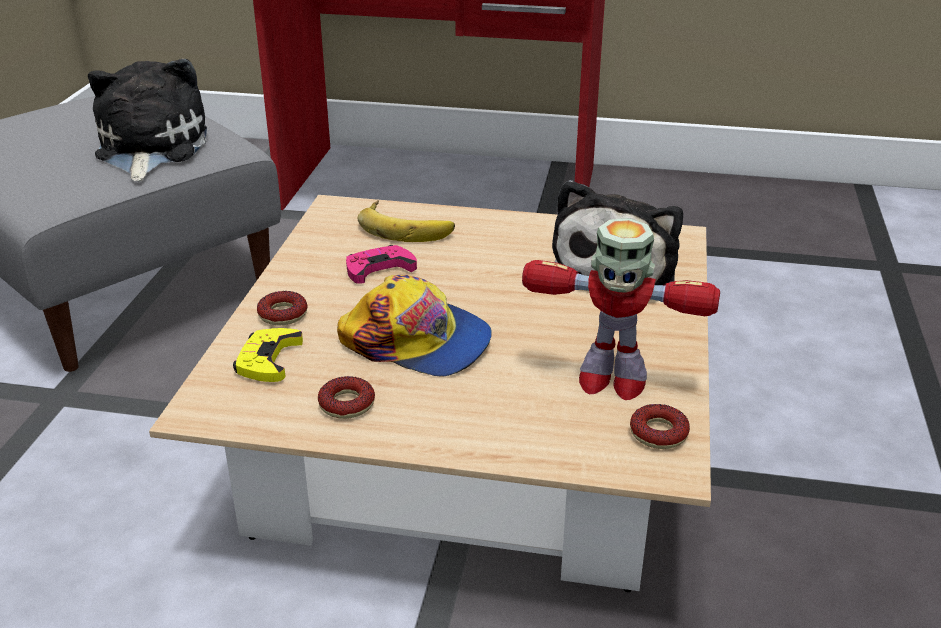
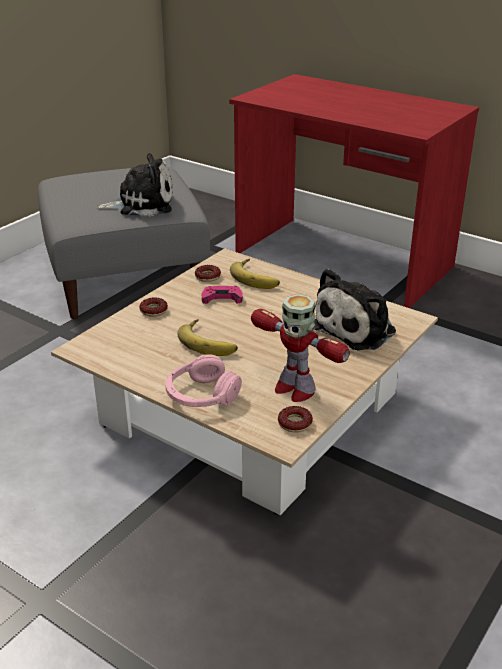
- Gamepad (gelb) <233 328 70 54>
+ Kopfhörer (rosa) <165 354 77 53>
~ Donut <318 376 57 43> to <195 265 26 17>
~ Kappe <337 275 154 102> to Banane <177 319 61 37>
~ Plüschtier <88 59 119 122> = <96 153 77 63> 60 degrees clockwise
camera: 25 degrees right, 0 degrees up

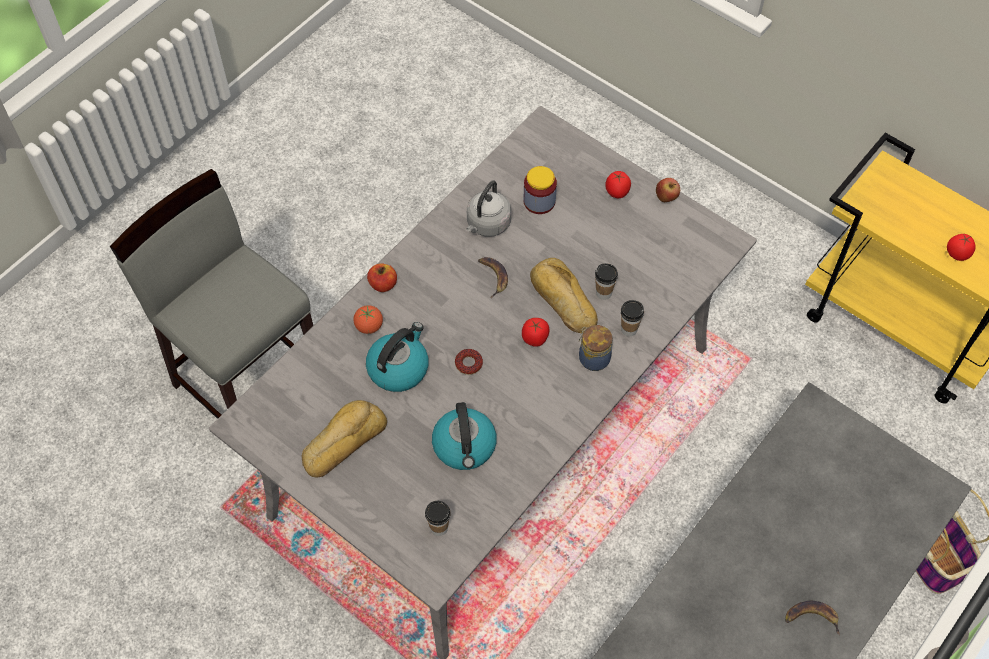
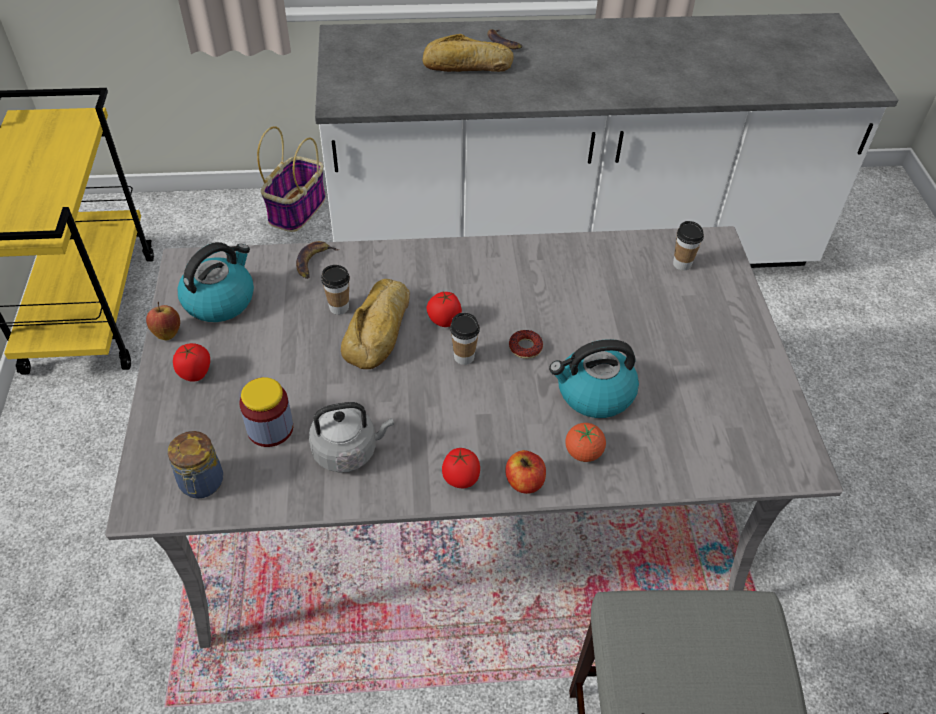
~ Brot <302 400 85 78> to <422 34 92 38>
~ Wasserkessel <432 402 65 68> to <177 242 77 80>
~ Banane <478 257 30 41> to <296 241 44 38>
~ Vorratsglas <579 325 34 46> to <168 431 55 68>
~ Tasse <621 300 23 36> to <450 313 30 52>
~ Tomate <947 234 29 27> to <442 448 38 40>
camera: 135 degrees left, 10 degrees down

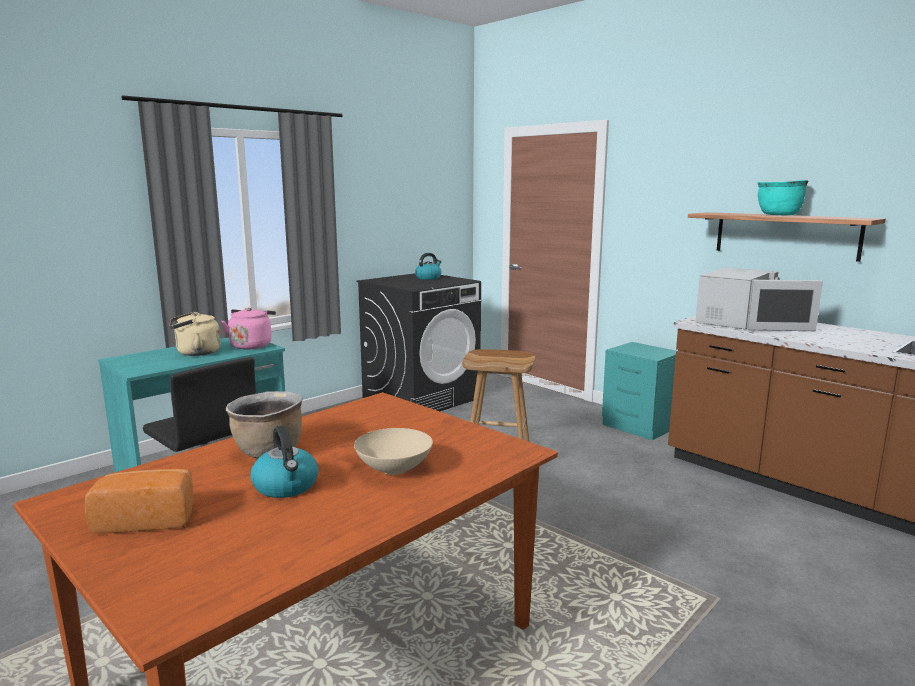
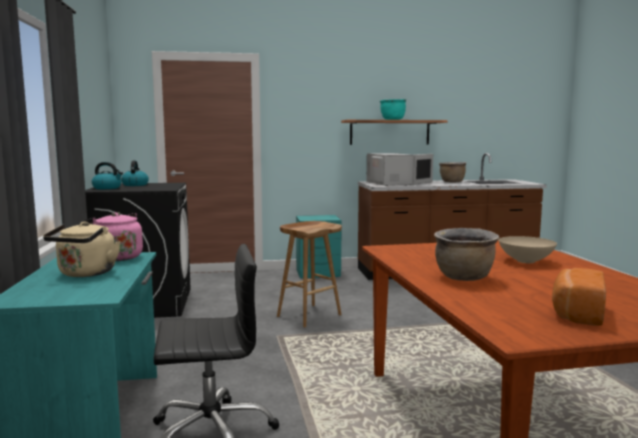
+ Kochtopf (braun) <439 162 27 20>
~ Wasserkessel <251 425 67 73> to <92 162 31 27>
camera: 55 degrees left, 5 degrees down

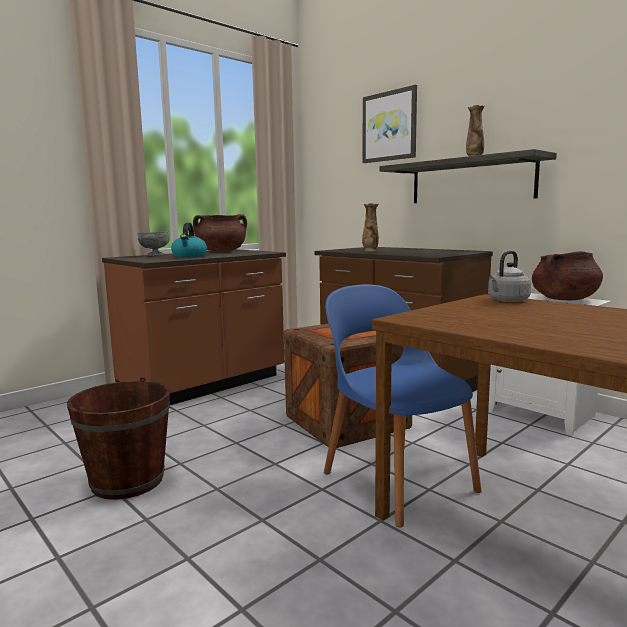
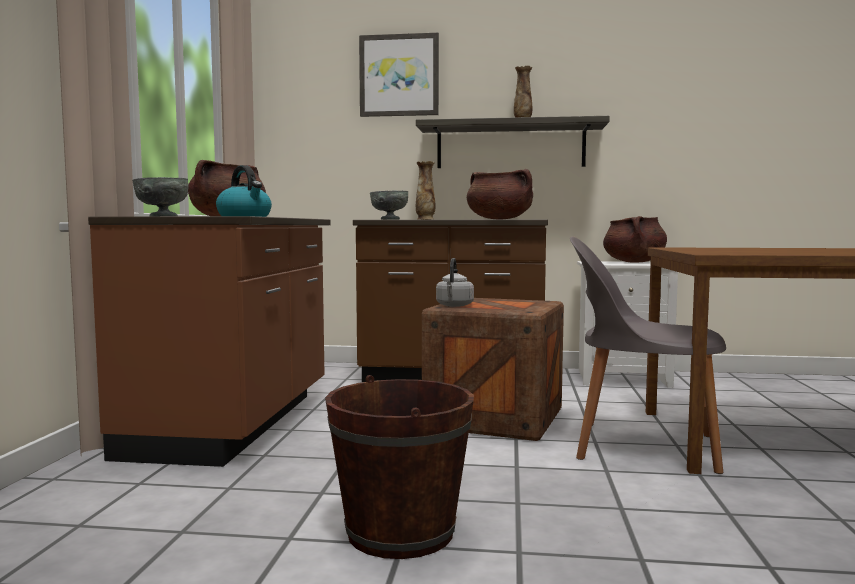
+ Schüssel (grau) <370 191 38 29>
+ Kochtopf (braun) <467 169 66 51>
~ Wasserkessel (grau) <488 251 43 51> to <436 258 38 49>
~ Stuhl (blau) <324 284 158 243> to Stuhl (grau) <570 236 156 238>
camera: 40 degrees left, 5 degrees down

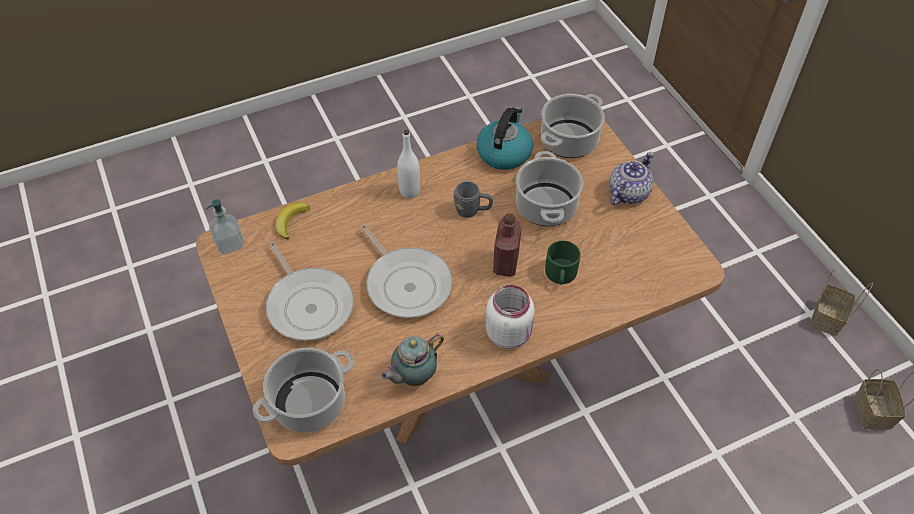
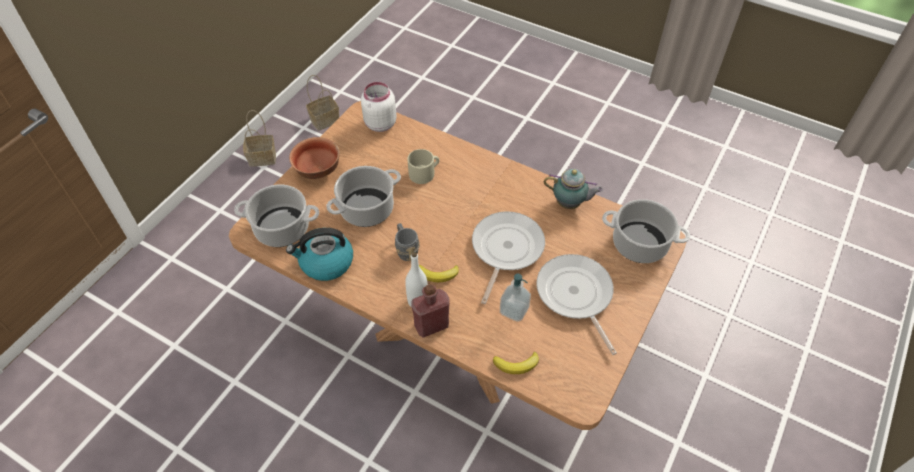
+ Banane <419 265 40 17>
~ Seifenspender <206 199 38 56> to <500 274 31 47>
~ Vorratsglas (weiß) <486 285 49 64> to <361 82 36 50>
~ Flasche (rot) <493 213 29 64> to <411 284 39 54>
~ Teekanne <609 152 45 53> to Schüssel <289 137 51 42>
~ Henkelbecher (grün) <545 241 36 44> to Henkelbecher (beige) <407 149 32 35>
~ Pfanne <266 242 88 99> = <536 254 81 101> 45 degrees counterclockwise
camera: 125 degrees left, 0 degrees up

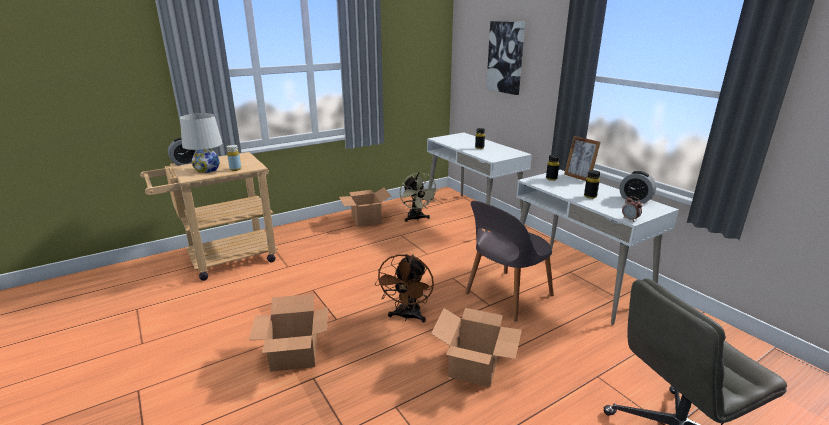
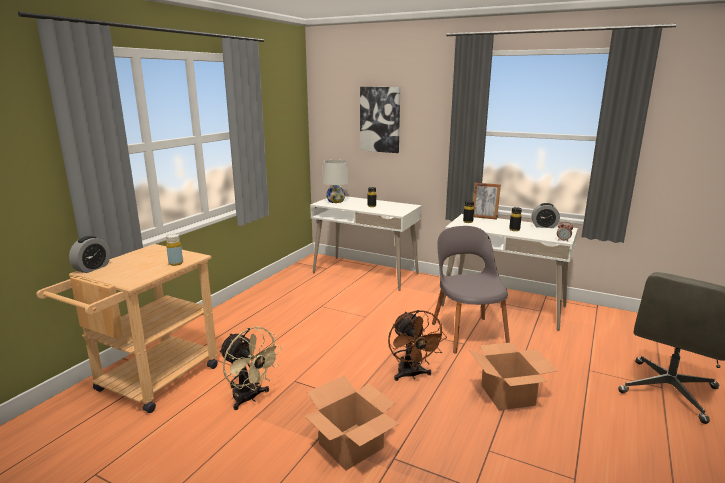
- Karton <339 188 52 39>
~ Tischlampe (weiß) <180 113 42 60> to <322 160 27 43>
~ Ventilator (beige) <400 172 39 50> to <219 327 63 83>
~ Stuhl (grau) <465 201 89 121> = <432 226 78 127> 150 degrees clockwise
camera: 30 degrees left, 5 degrees down

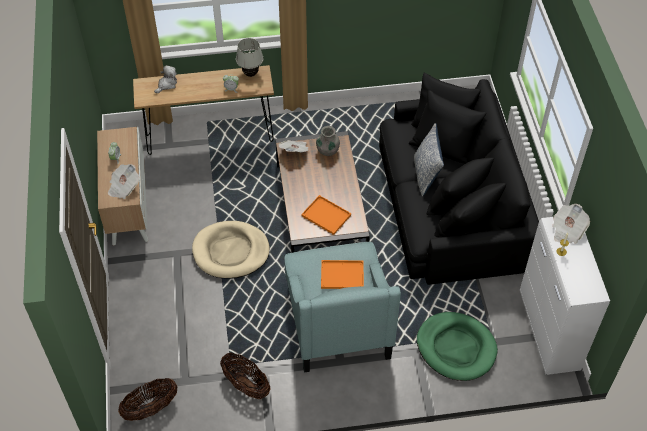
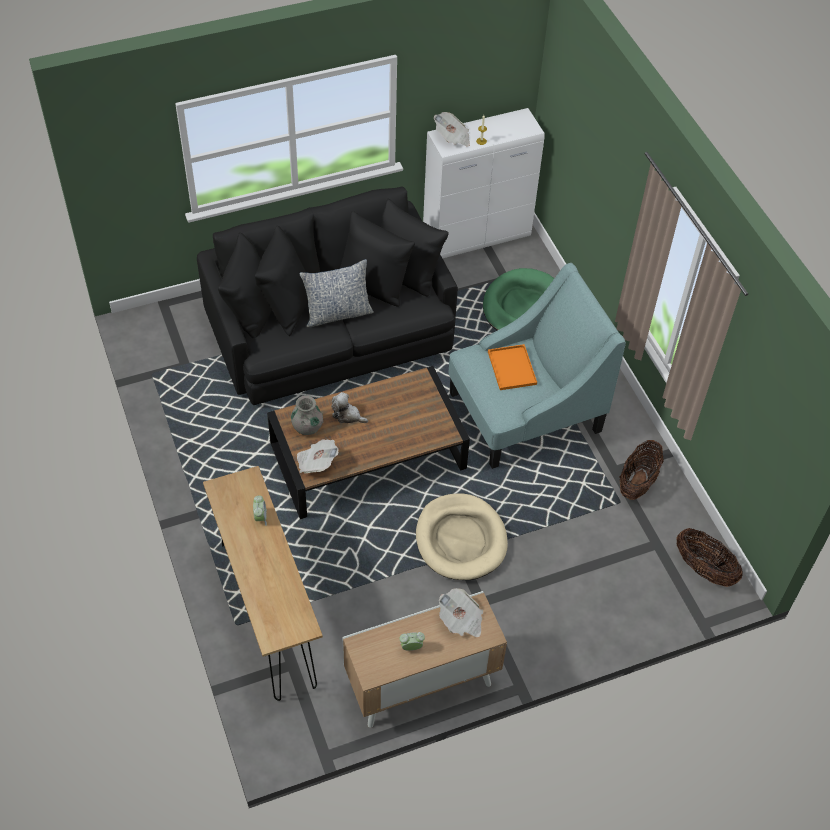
- Tischlampe (weiß) <236 38 28 39>
- Tablett (orange) <301 195 50 40>
~ Plüschtier <154 65 23 28> to <331 392 37 31>
camera: 105 degrees left, 0 degrees up

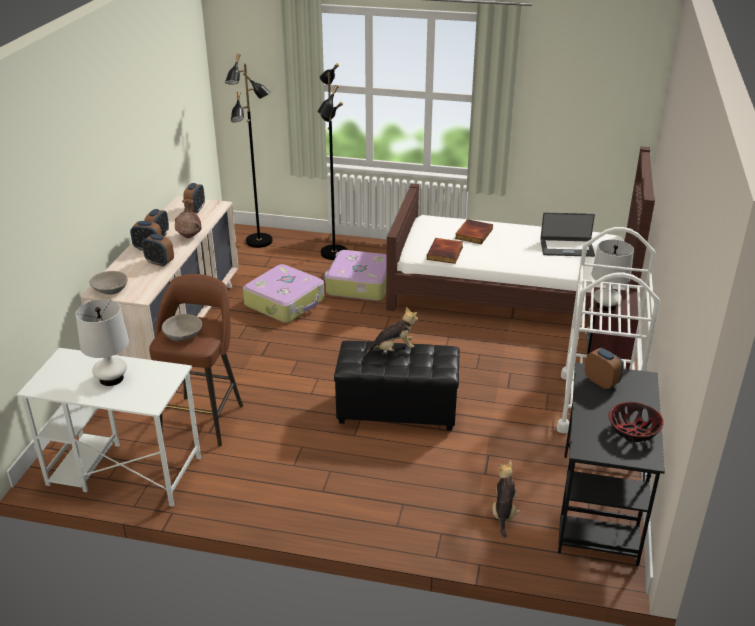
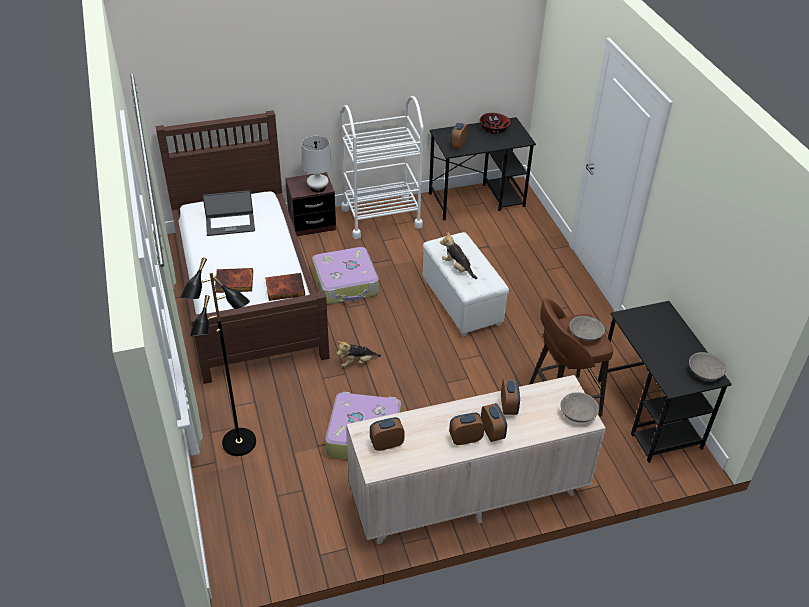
- Tischlampe (weiß) <76 299 53 87>
- Vase (braun) <175 199 27 39>
- Stehlampe (schwarz) <225 54 48 194>
+ Schüssel (grau) <689 352 37 30>
~ Koffer <324 250 63 51> to <312 247 67 57>
~ Plüschtier <492 461 29 77> to <337 341 44 26>
~ Schreibtisch (weiß) <17 348 184 159> to Schreibtisch (schwarz) <598 301 134 162>
~ Polsterhocker (schwarz) <334 341 126 89> to Polsterhocker (weiß) <423 232 86 105>
~ Laptop <541 213 54 44> = <202 190 53 46> 105 degrees clockwise
camera: 120 degrees left, 10 degrees up

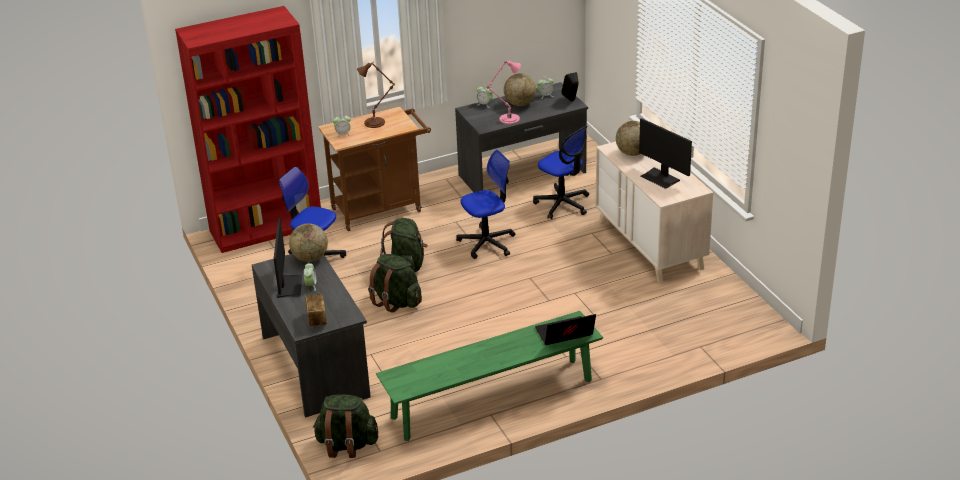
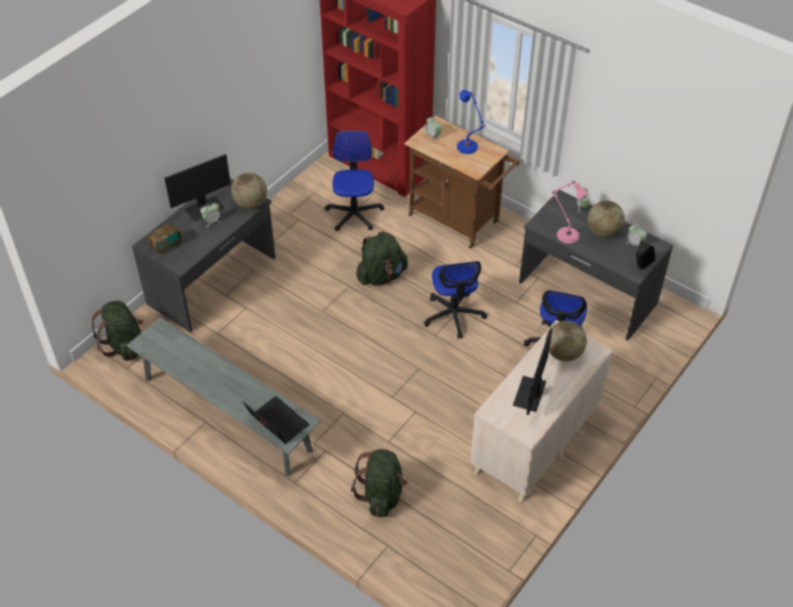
~ Rucksack (grün) <368 254 54 59> to <351 449 57 68>
~ Tischlampe (braun) <357 62 38 66> to Tischlampe (blau) <457 90 28 64>
~ Bank (grün) <376 311 227 130> to Bank (grau) <126 317 195 159>
~ Bürostuhl <456 150 59 109> = <423 261 64 78> 45 degrees clockwise
camera: 60 degrees right, 15 degrees up

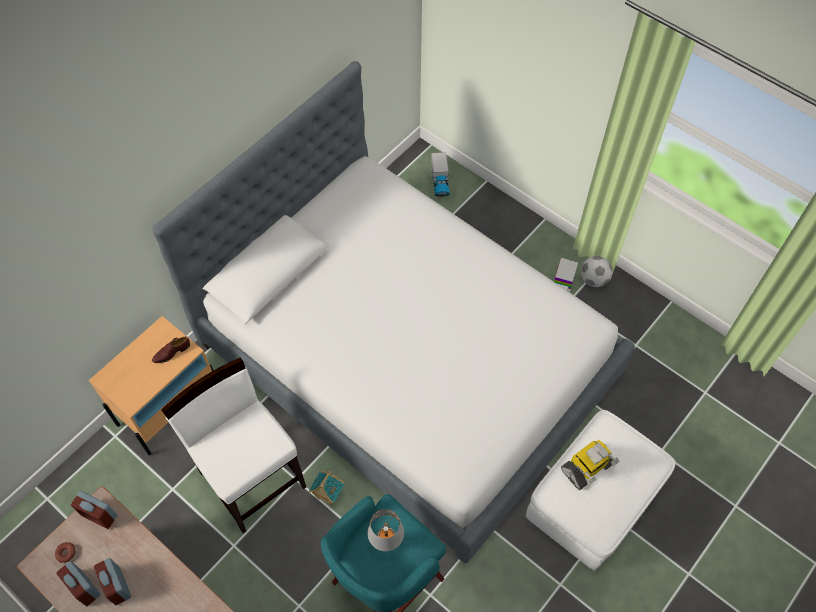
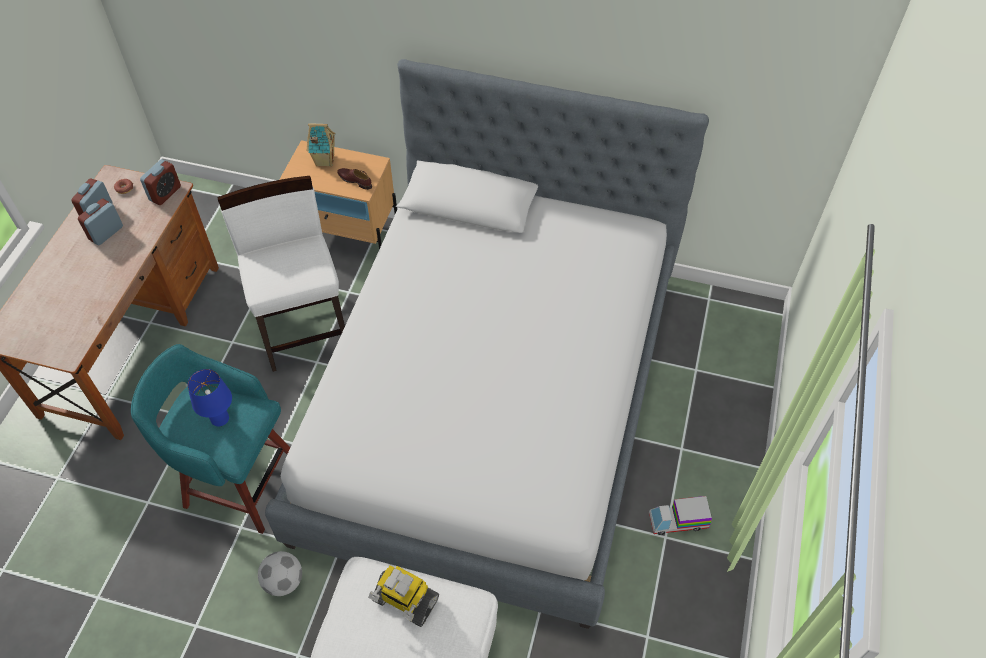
- Spielzeuglaster <431 152 19 45>
~ Spielzeughaus <309 471 35 34> to <307 123 29 44>
~ Fußball <581 256 32 31> to <258 551 44 45>
~ Tischlampe (grau) <367 509 37 42> to Tischlampe (blau) <187 369 45 57>
~ Wecker <71 491 46 38> = <140 159 41 46> 150 degrees counterclockwise
~ Stuhl (weiß) <161 358 145 176> = <217 176 128 196> 45 degrees counterclockwise
camera: 65 degrees right, 5 degrees down

